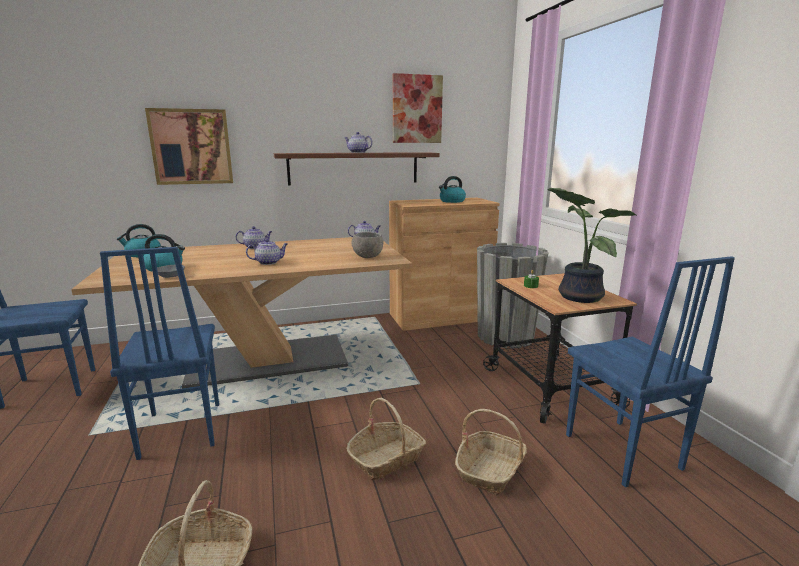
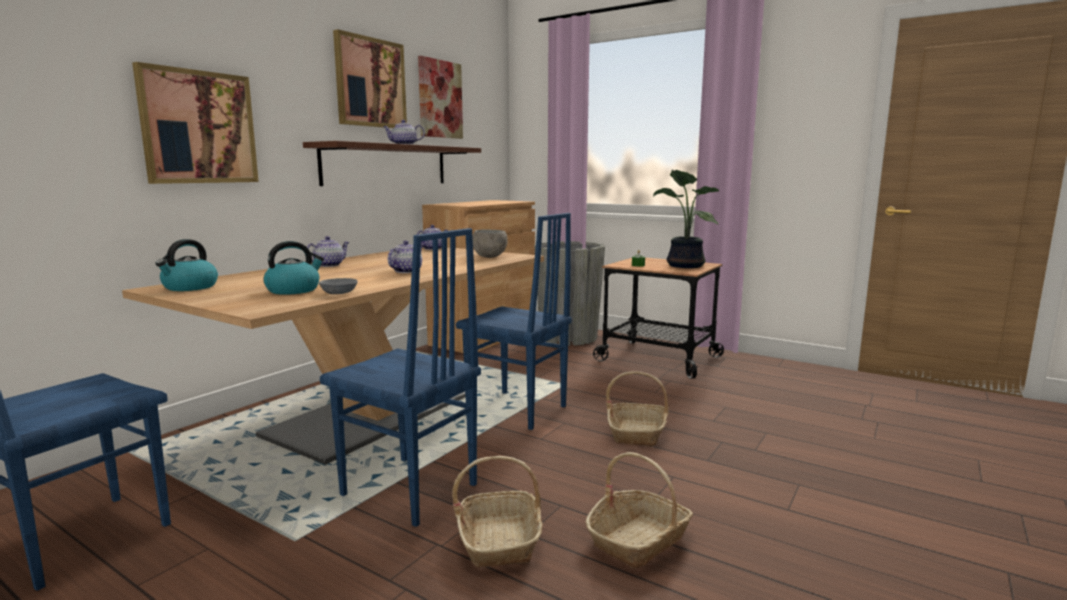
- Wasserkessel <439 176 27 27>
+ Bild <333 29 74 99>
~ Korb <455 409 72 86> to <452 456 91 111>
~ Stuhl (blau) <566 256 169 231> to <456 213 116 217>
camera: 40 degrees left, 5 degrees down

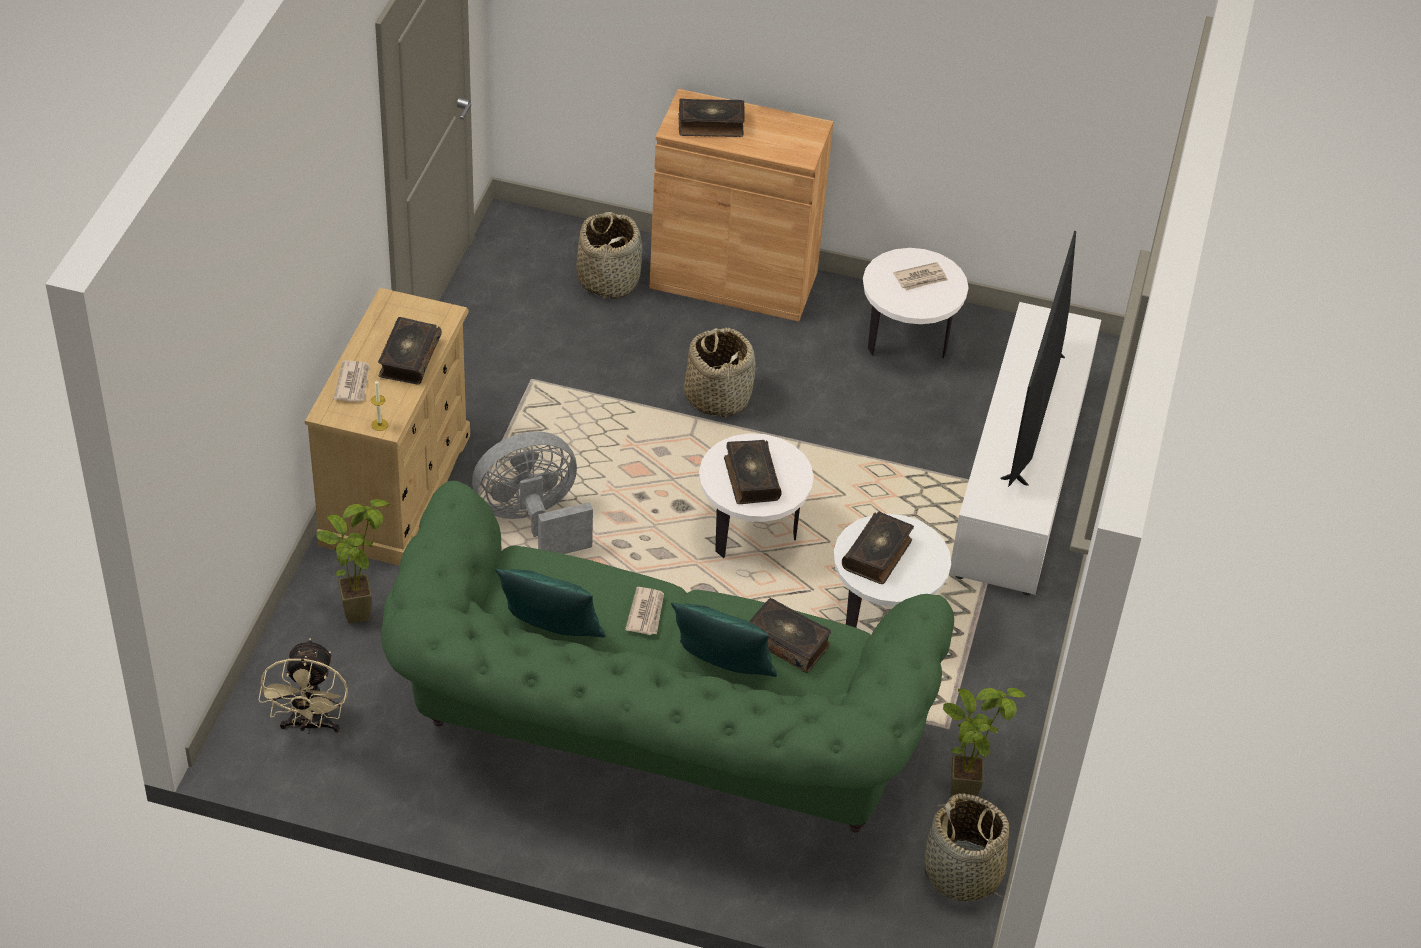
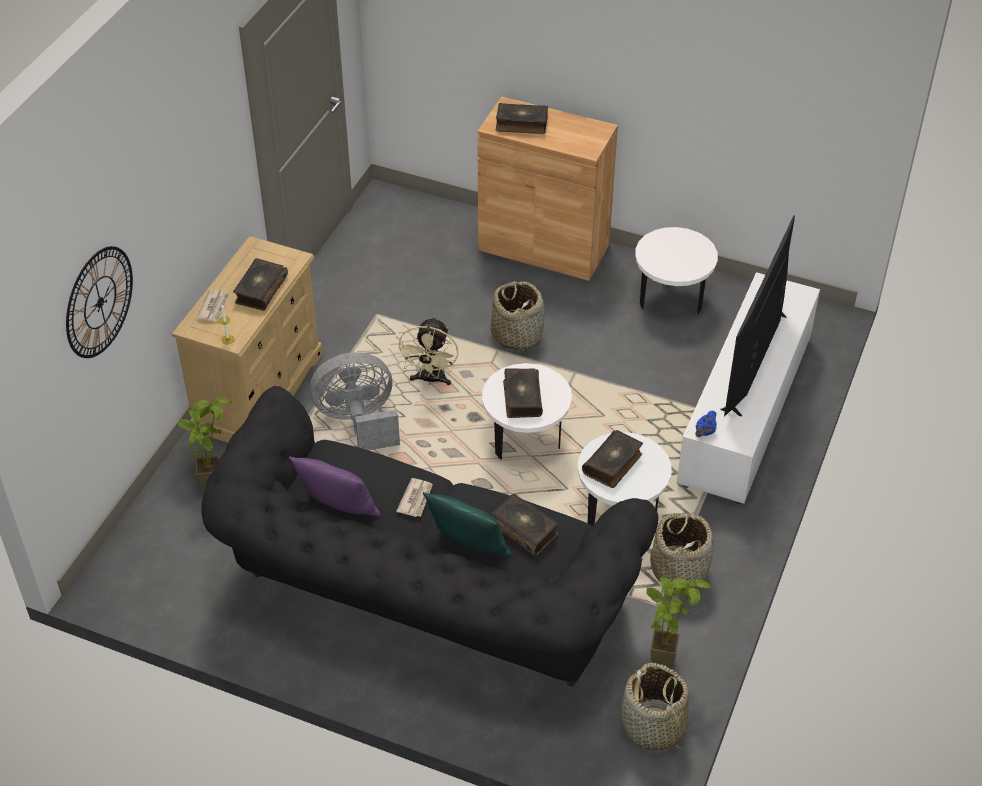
- Zeitung <893 262 55 29>
+ Wanduhr <66 246 67 112>
+ Teekanne (blau) <695 410 22 27>
~ Ventilator (beige) <258 638 90 96> to <396 316 62 69>
~ Korb <576 212 67 87> to <650 513 64 77>
~ Sofa (grün) <381 481 573 351> to Sofa (schwarz) <201 386 457 300>
~ Kissen (grün) <495 568 111 69> to Kissen (lila) <289 456 91 60>
camera: 10 degrees right, 0 degrees up

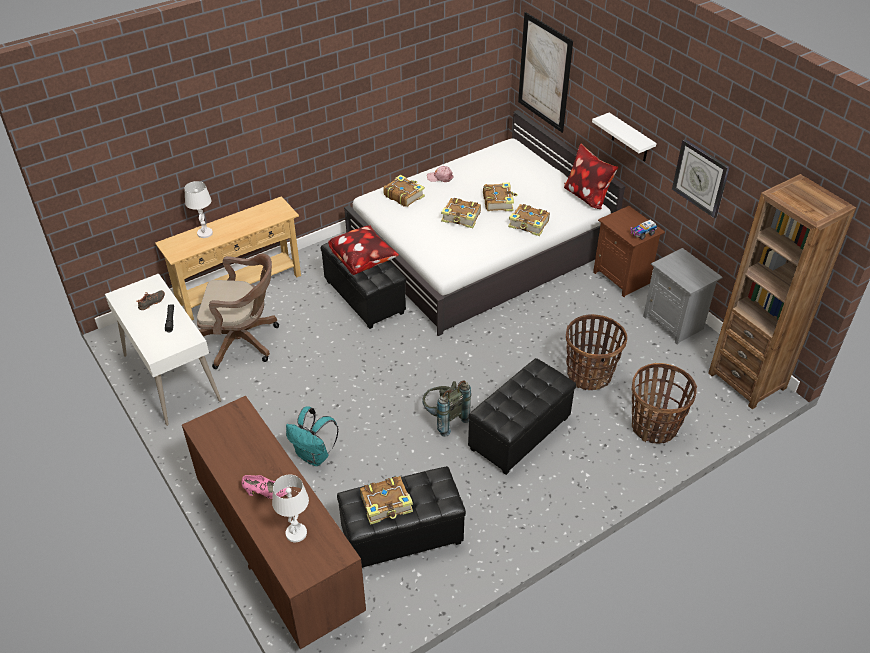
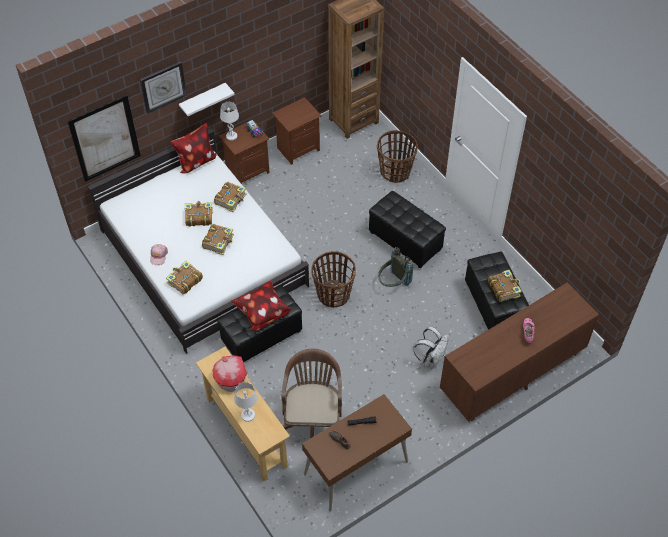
+ Spielzeughaus <212 355 35 37>
~ Tischlampe (weiß) <272 475 37 67> to <220 102 19 39>
~ Korb <566 314 61 76> to <311 251 45 57>
~ Wanduhr <672 139 58 79> to <140 61 47 52>
~ Schreibtisch (weiß) <105 274 116 152> to Schreibtisch (braun) <302 394 110 117>
~ Rucksack (türkis) <286 407 53 59> to Rucksack (weiß) <413 327 36 42>
~ Nachttisch (grau) <643 248 80 97> to Nachttisch (braun) <272 97 50 68>
camera: 90 degrees left, 10 degrees up

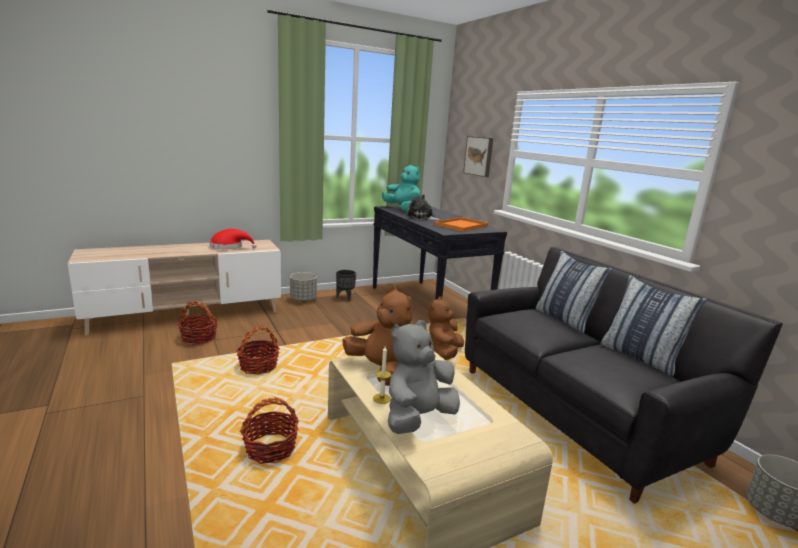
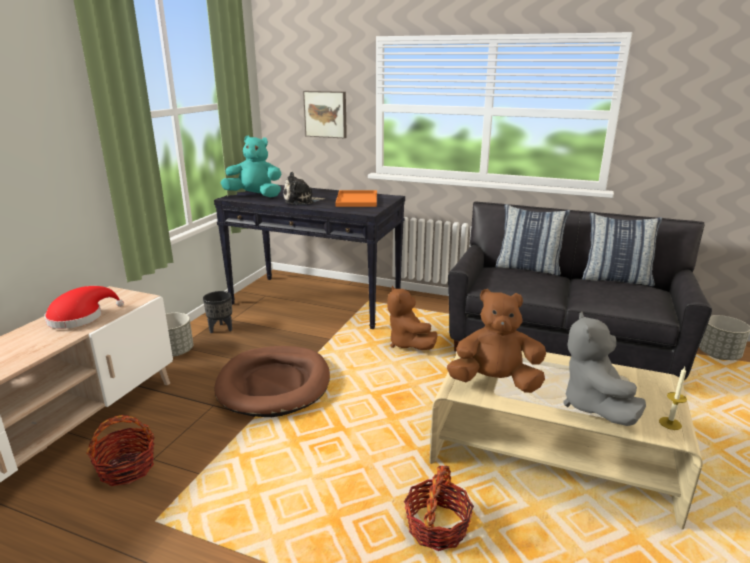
- Korb <236 326 44 49>
+ Hundebett (braun) <214 346 116 71>
~ Kerze <373 346 18 58> to <659 367 28 63>
camera: 40 degrees left, 5 degrees up

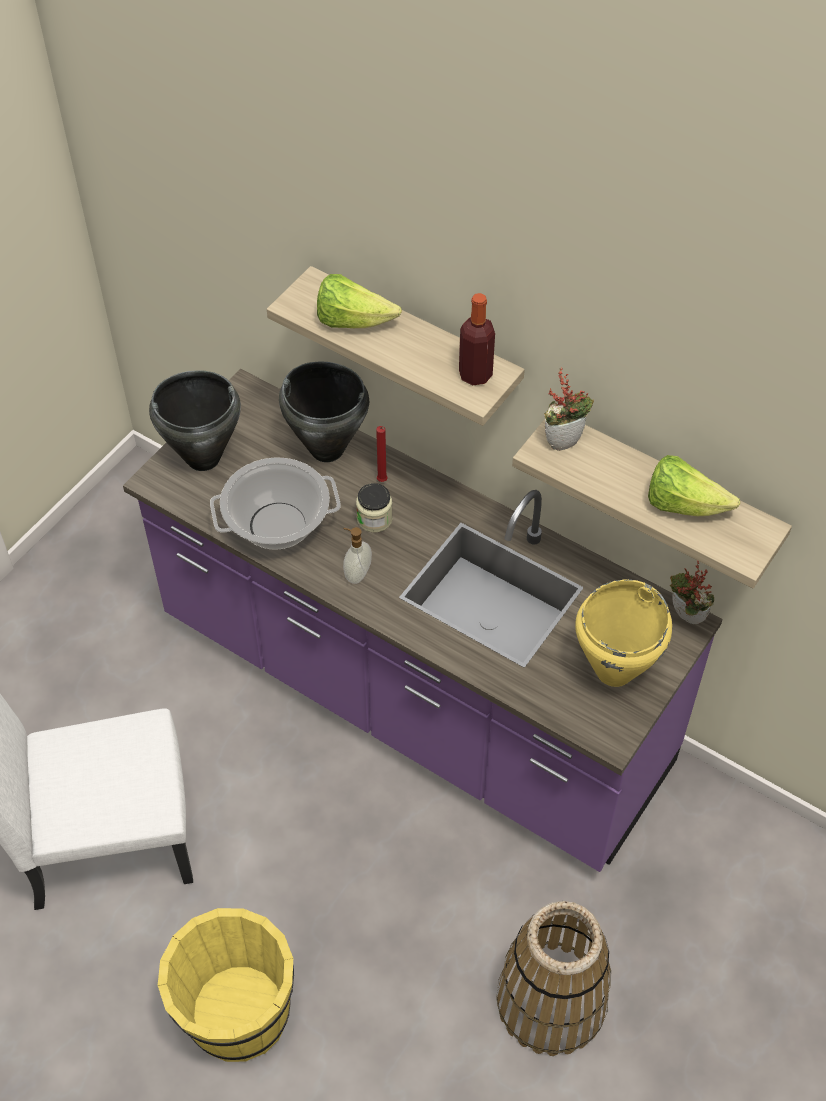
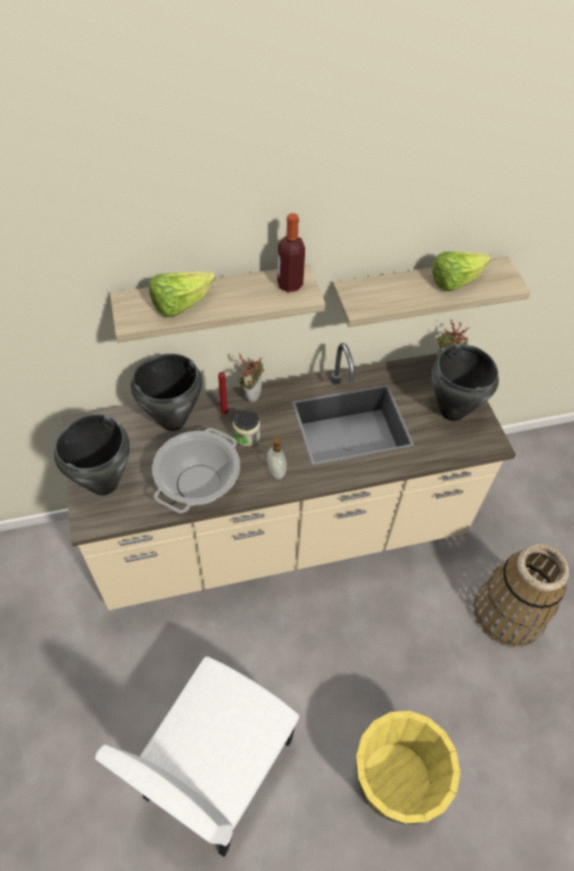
~ Topfpflanze <544 368 50 83> to <238 353 27 50>
~ Küchenzeile (lila) <123 369 600 503> to Küchenzeile (beige) <62 343 454 267>
~ Kochtopf (gelb) <575 579 97 108> to Kochtopf (schwarz) <432 344 67 77>
camera: 50 degrees left, 0 degrees up

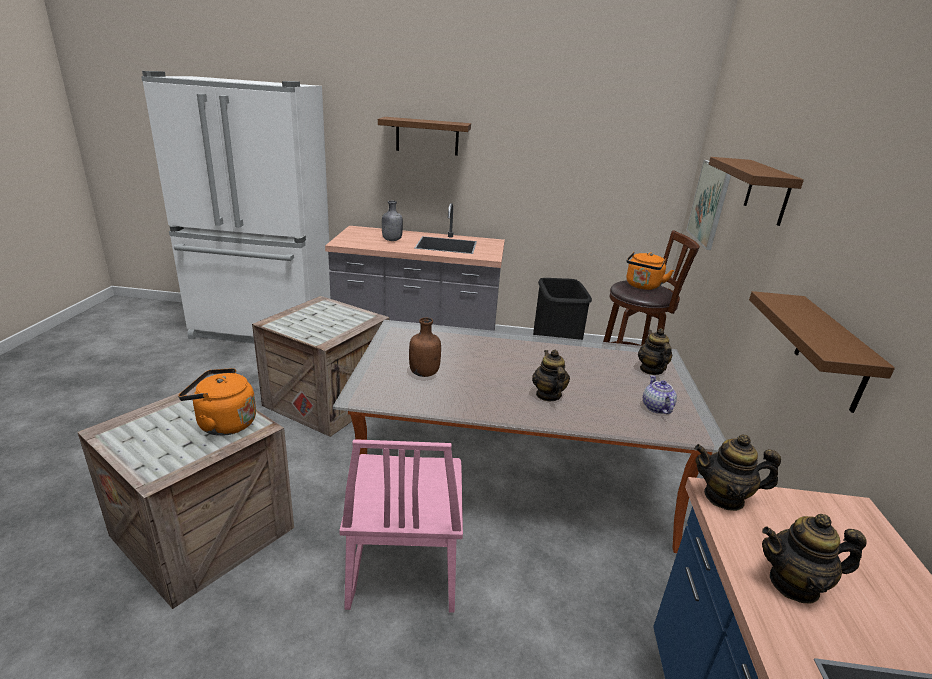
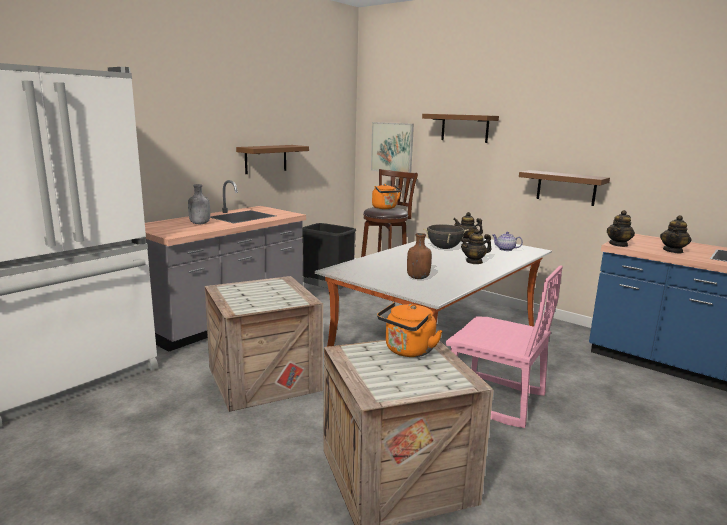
+ Kochtopf (schwarz) <423 224 46 25>
~ Wandregal (braun) <378 117 93 39> to <236 145 73 29>
~ Teekanne <532 350 38 51> = <460 229 31 35> 45 degrees counterclockwise
camera: 55 degrees left, 10 degrees down

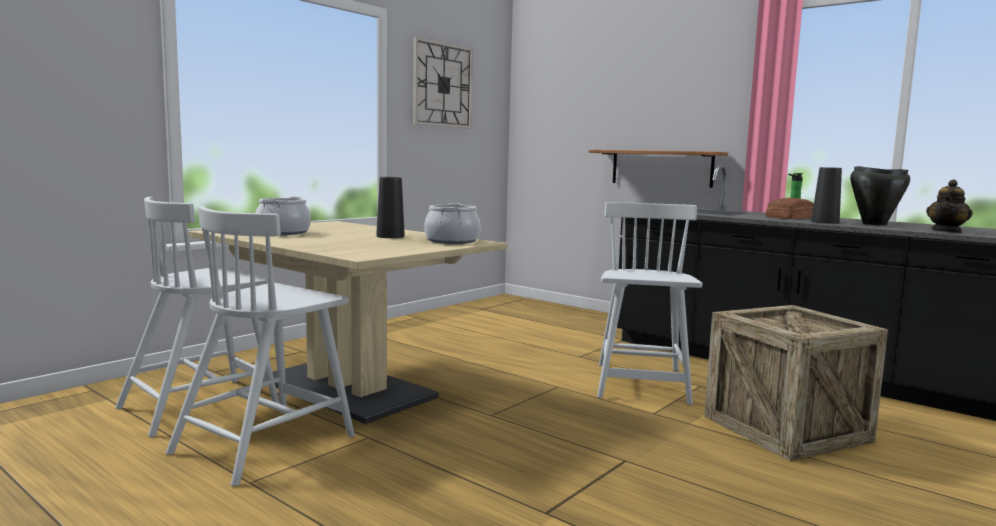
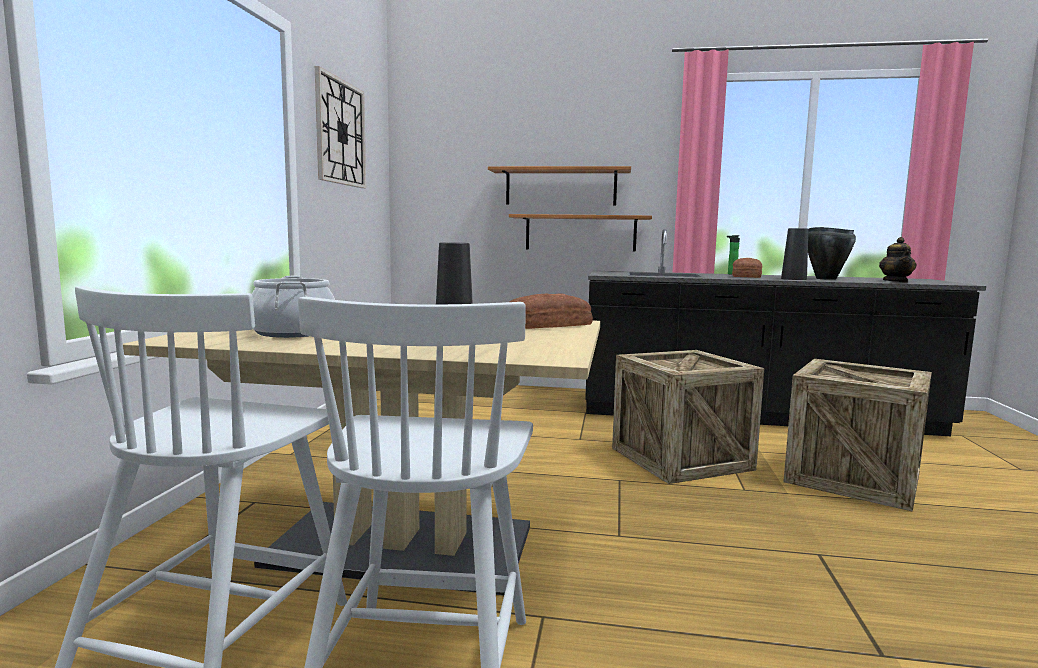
+ Wandregal <488 166 143 40>
~ Kochtopf <424 203 57 41> to Brot <509 293 84 36>
~ Stuhl (weiß) <597 202 105 203> to Kiste <612 350 152 134>
camera: 30 degrees left, 0 degrees up

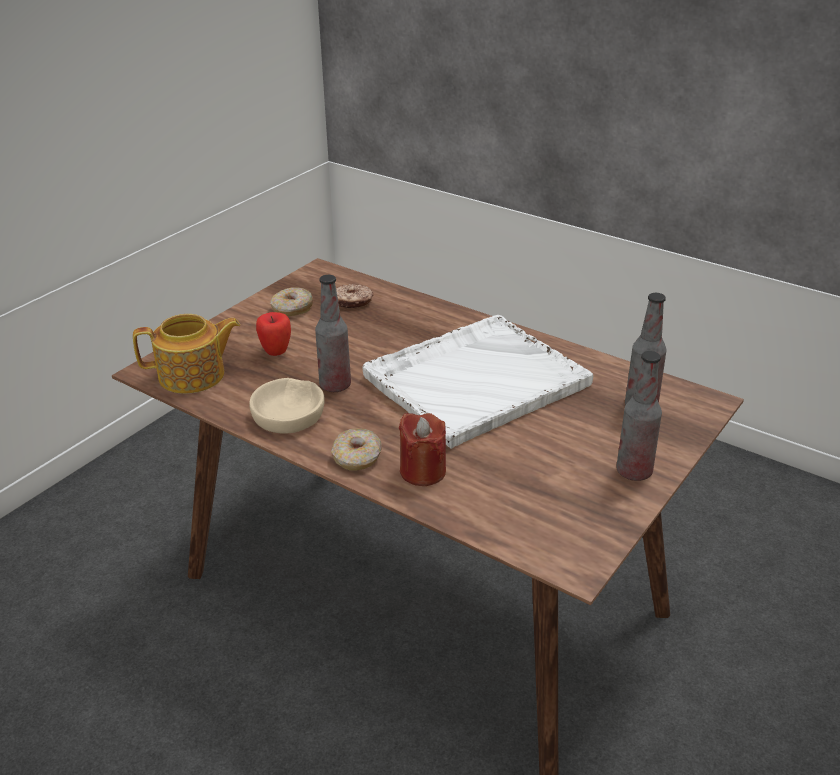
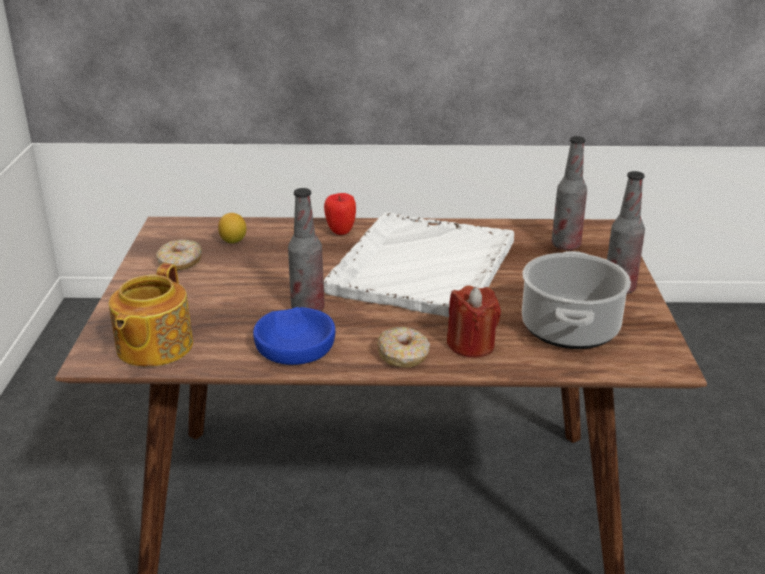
+ Kochtopf <522 251 109 98>
~ Apfel <256 312 35 44> to <324 193 32 42>
~ Donut <336 284 37 24> to Zitrone <218 213 28 30>
~ Schüssel (beige) <249 378 76 56> to Schüssel (blau) <253 307 82 58>
~ Teekanne <133 314 107 80> = <109 263 84 104> 150 degrees clockwise
camera: 35 degrees left, 5 degrees down

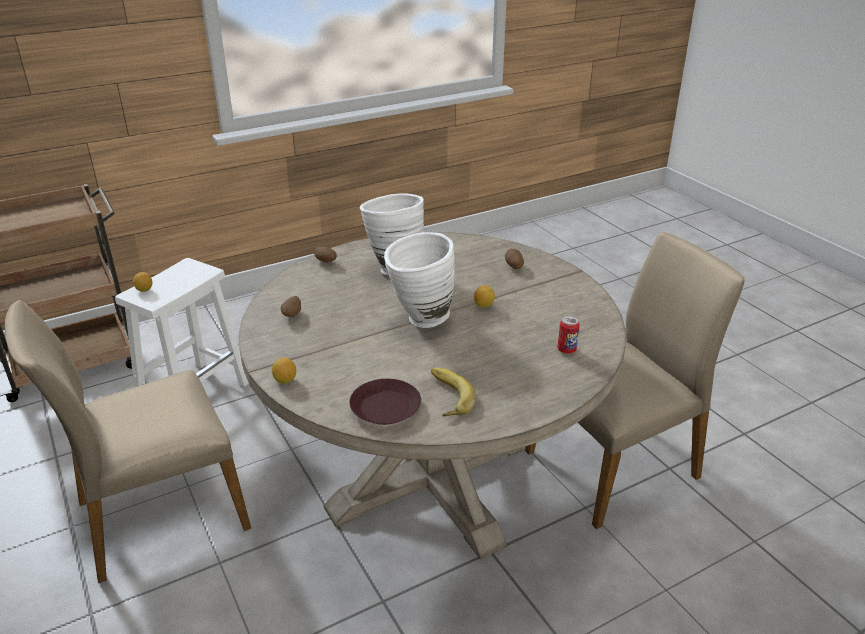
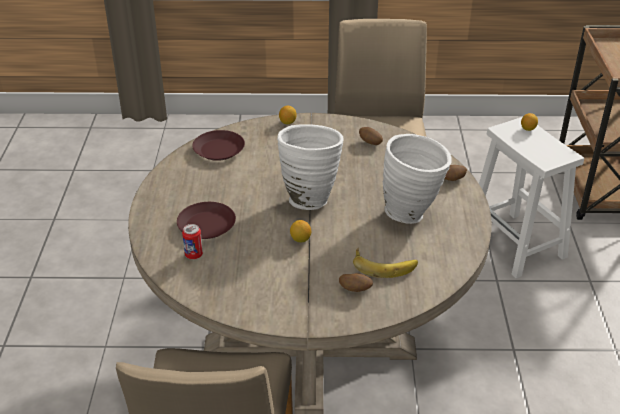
+ Teller (braun) <177 202 59 37>
~ Banane <431 368 45 49> to <353 248 65 30>
camera: 120 degrees right, 5 degrees up

